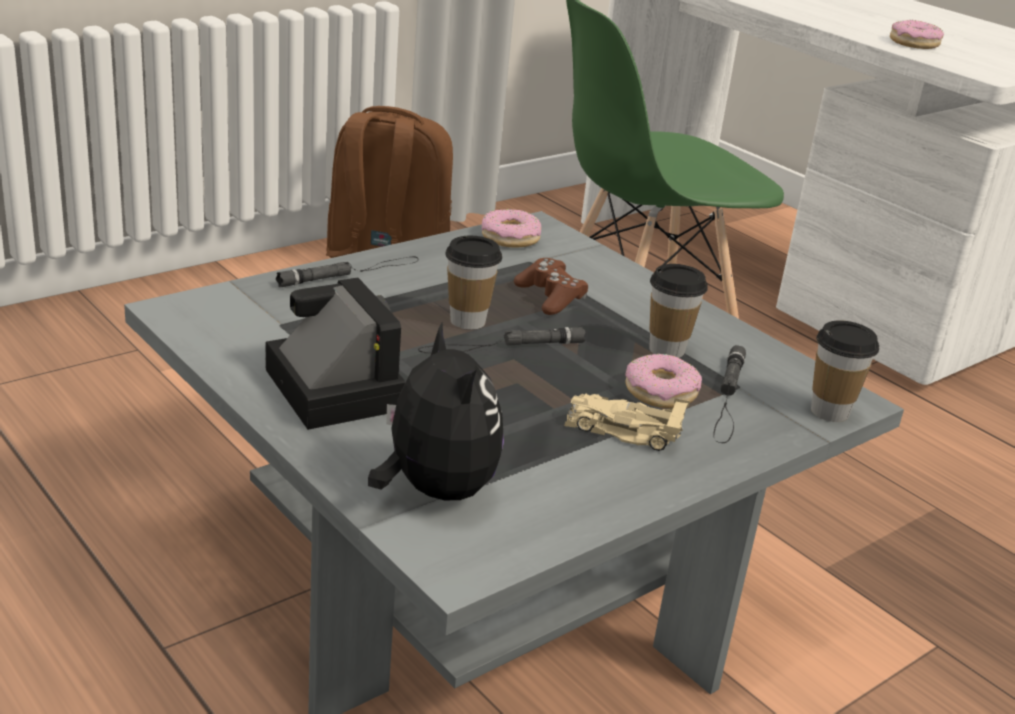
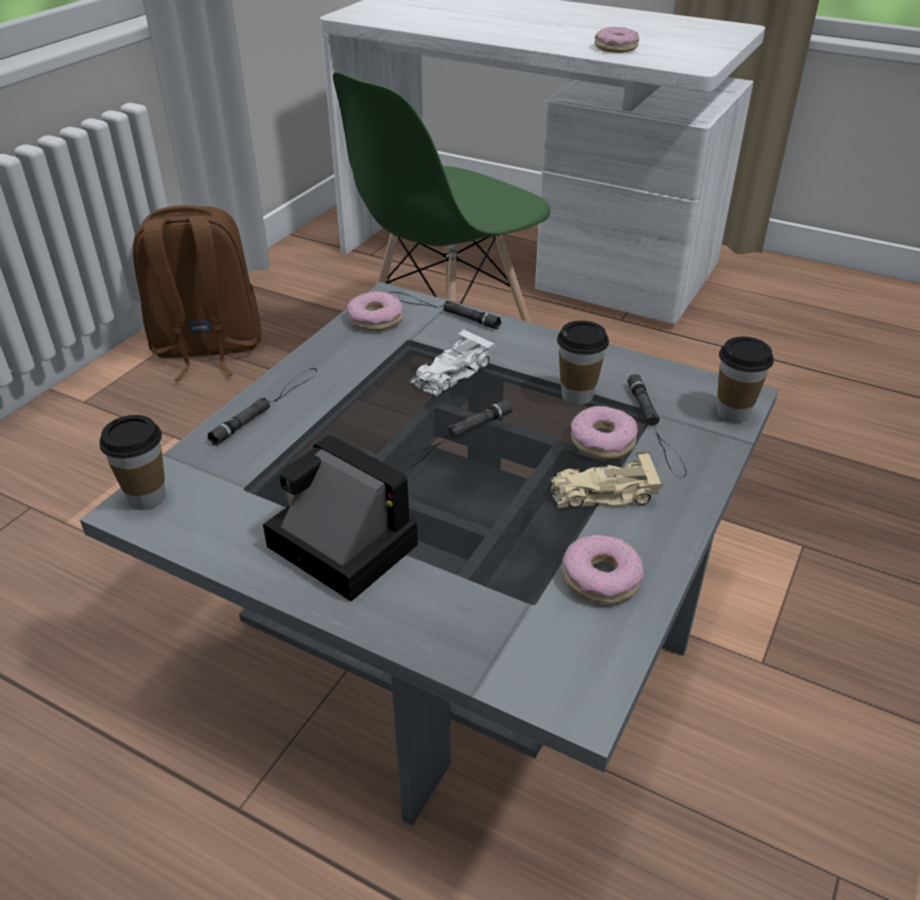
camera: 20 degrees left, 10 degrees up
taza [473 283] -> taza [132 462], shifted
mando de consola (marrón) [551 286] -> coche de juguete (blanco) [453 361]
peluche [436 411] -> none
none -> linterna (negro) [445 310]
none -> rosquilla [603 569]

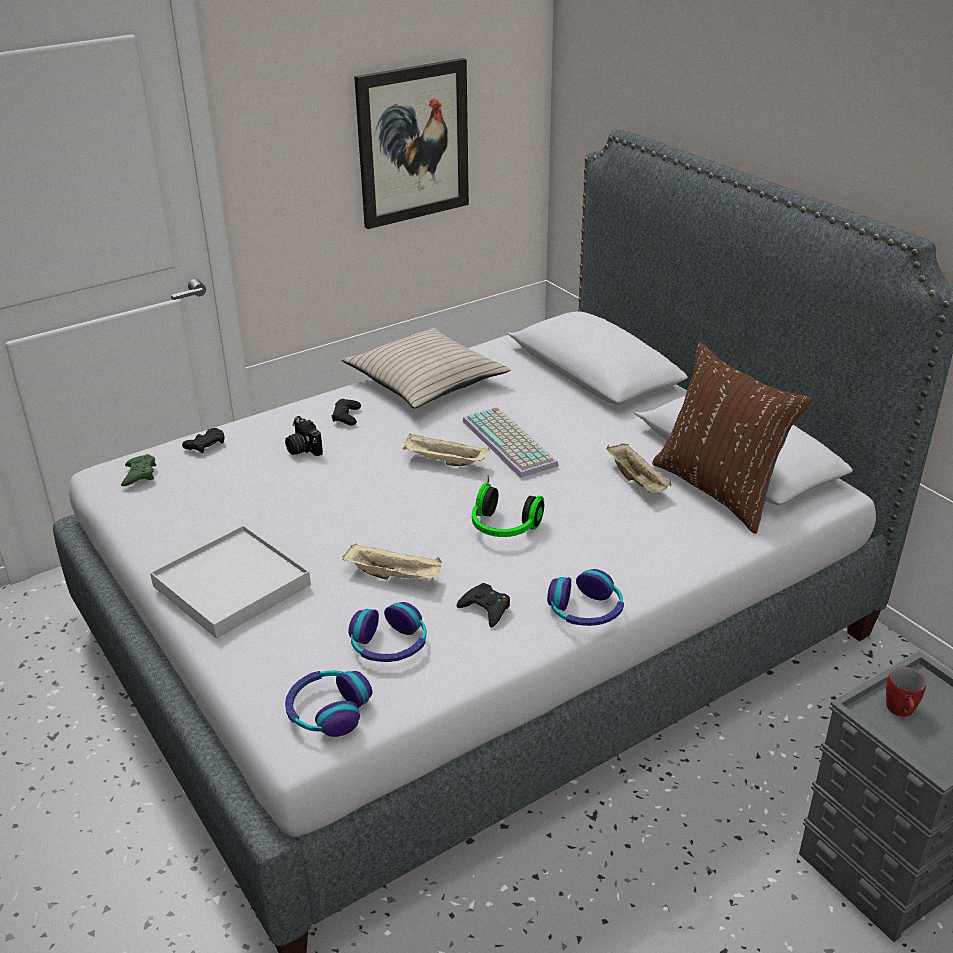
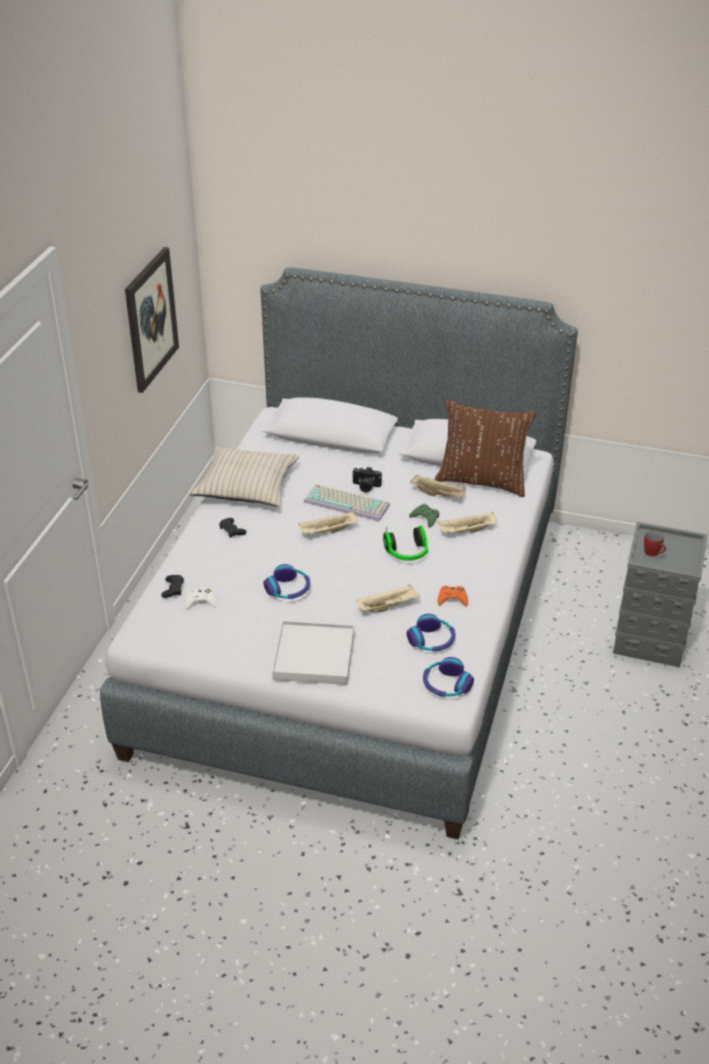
camera: 40 degrees left, 5 degrees up
cámara [304 436] -> cámara [367 479], shifted
mando de consola (verde) [138 470] -> mando de consola (verde) [424 516], shifted
auriculares [585 597] -> auriculares [286 581], shifted
mando de consola (negro) [483 605] -> mando de consola (naranja) [453 596]
none -> bandeja (beis) [468 522]
none -> mando de consola (blanco) [200 599]

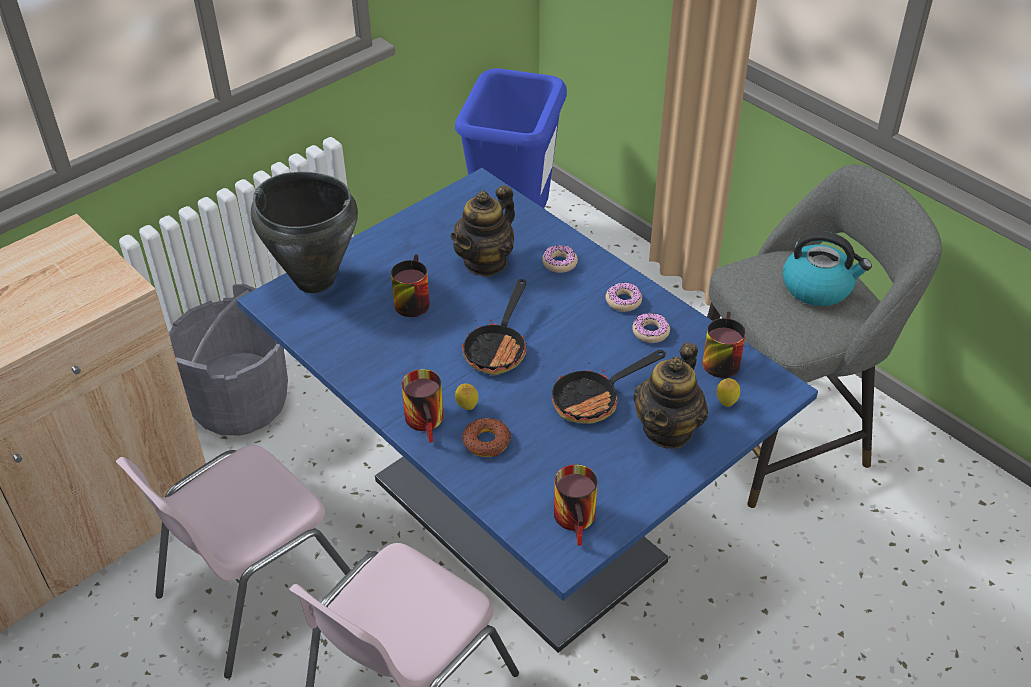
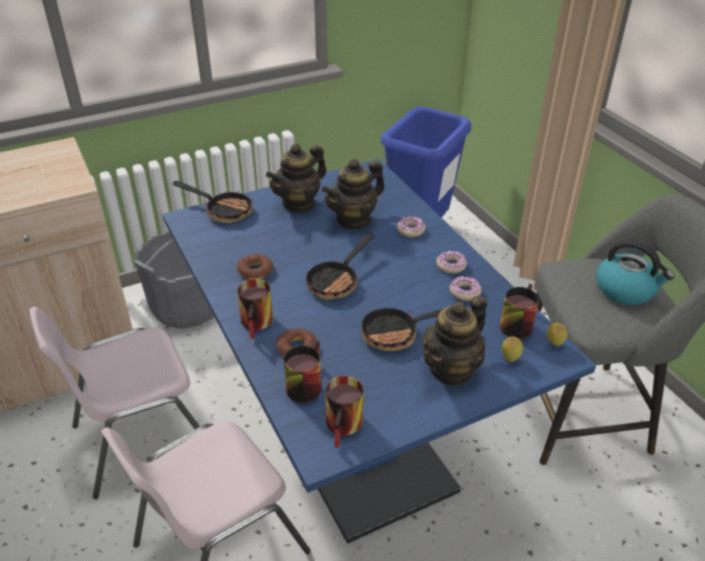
camera: 15 degrees right, 5 degrees down
olla (negro) [304 232] -> sartén [213 202]
taza grande [410 285] -> taza grande [302 371], shifted
limón [466 396] -> limón [557 334], shifted
none -> tetera [296 179]
none -> rosquilla [255 267]

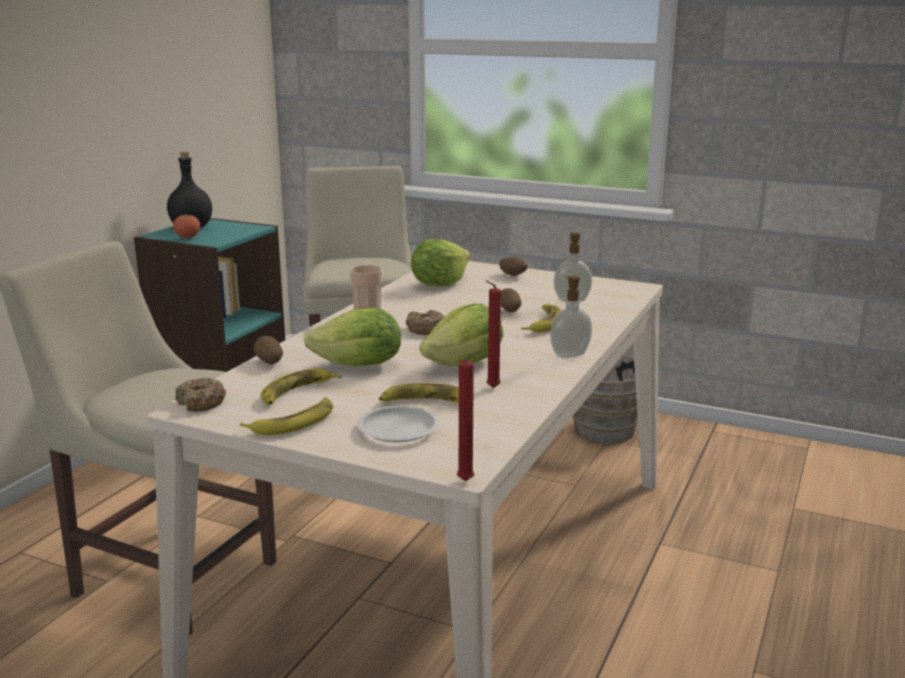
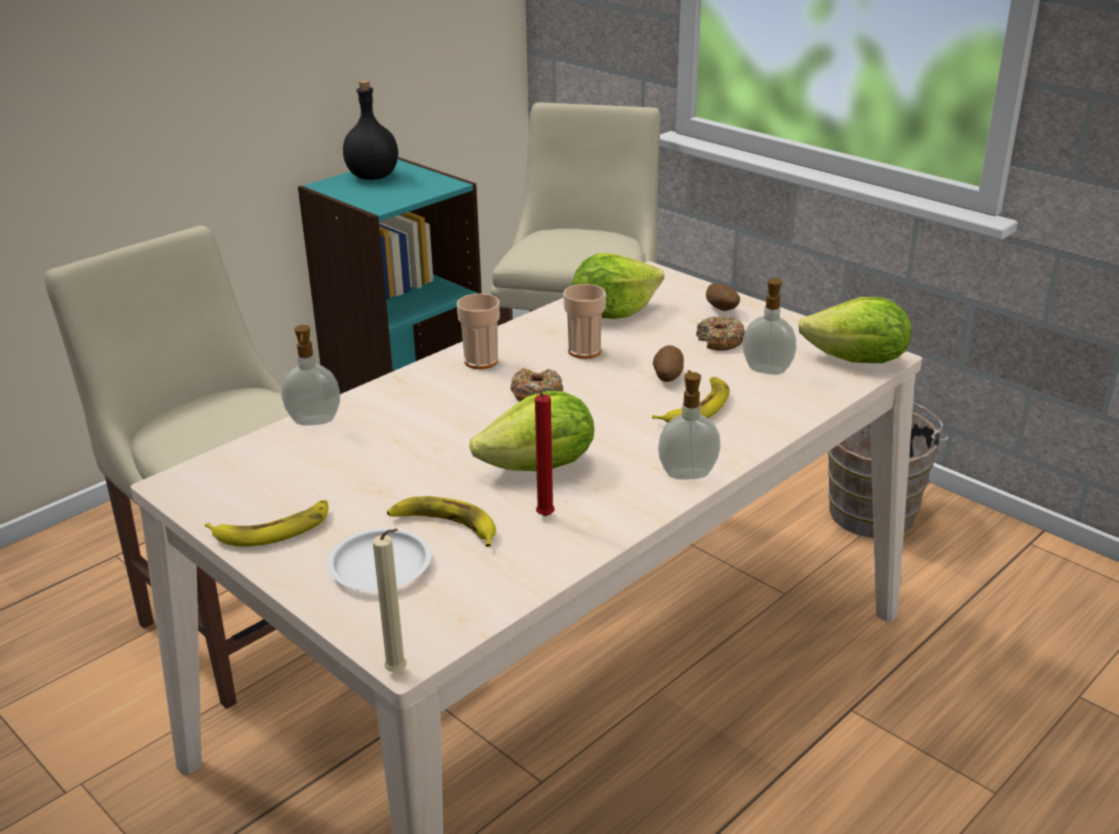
camera: 20 degrees right, 10 degrees up
tomate [186 225] -> none
lechuga [352 337] -> lechuga [855 330], shifted
patata [268 350] -> dispensador de jabón [310 375]
vela (rojo) [469 415] -> vela (beis) [390 600]
plátano [300 387] -> none
rosquilla [200 395] -> rosquilla [720 333], shifted
none -> taza [584 321]

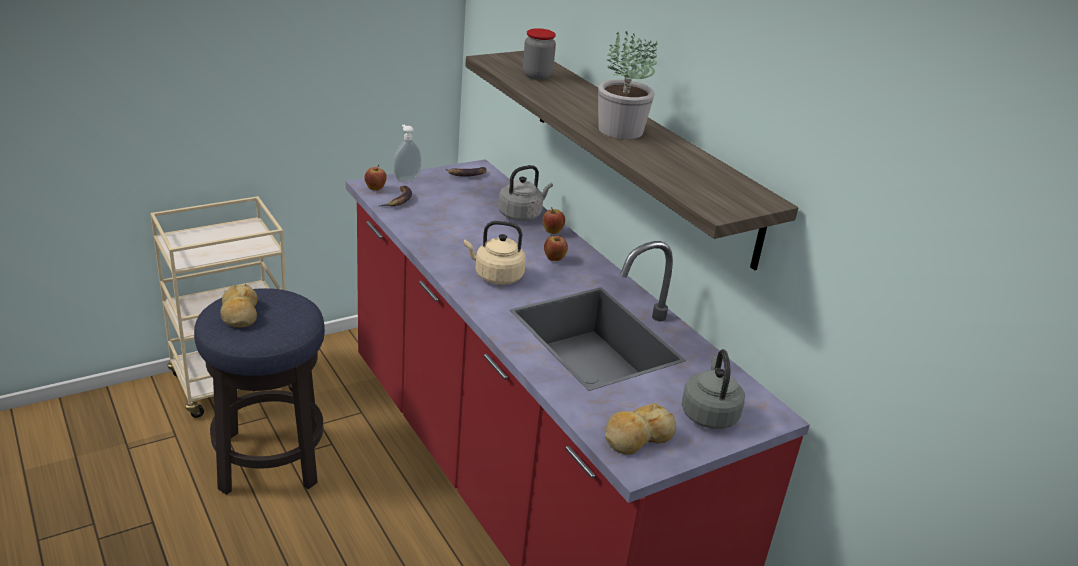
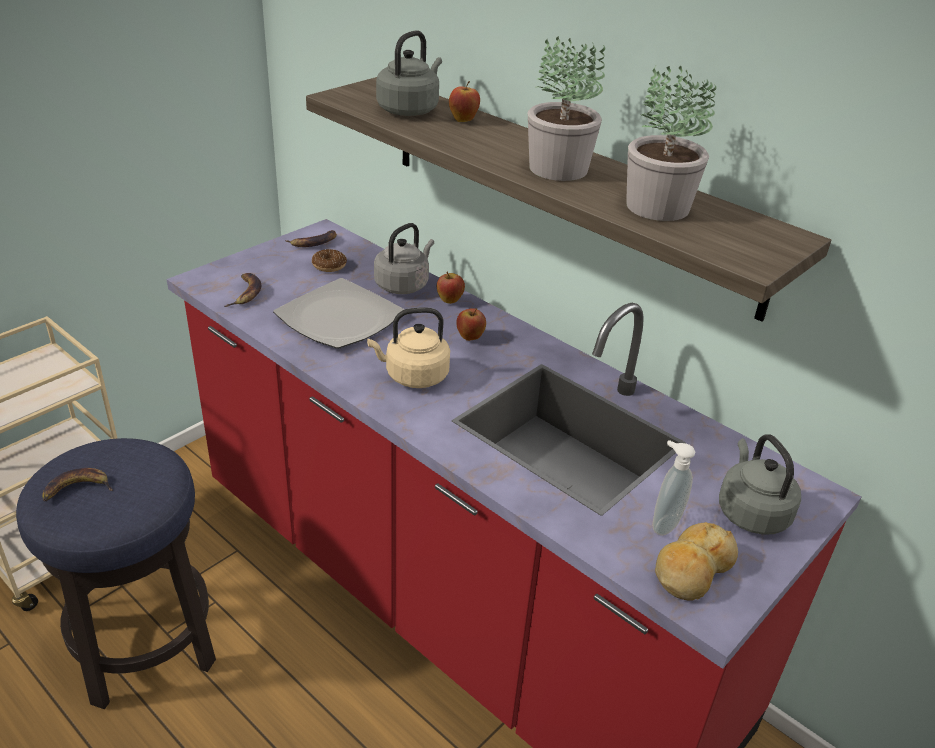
camera: 15 degrees left, 5 degrees up
tarro [539 54] -> hervidor (gris) [409 73]
dispensador de jabón [407 153] -> dispensador de jabón [673 488], shifted
manzana [375 178] -> manzana [464 101], shifted
pan [238 306] -> plátano [77 484]
none -> planta en maceta [671 143]
none -> rosquilla [329 260]
none -> plato [339 313]

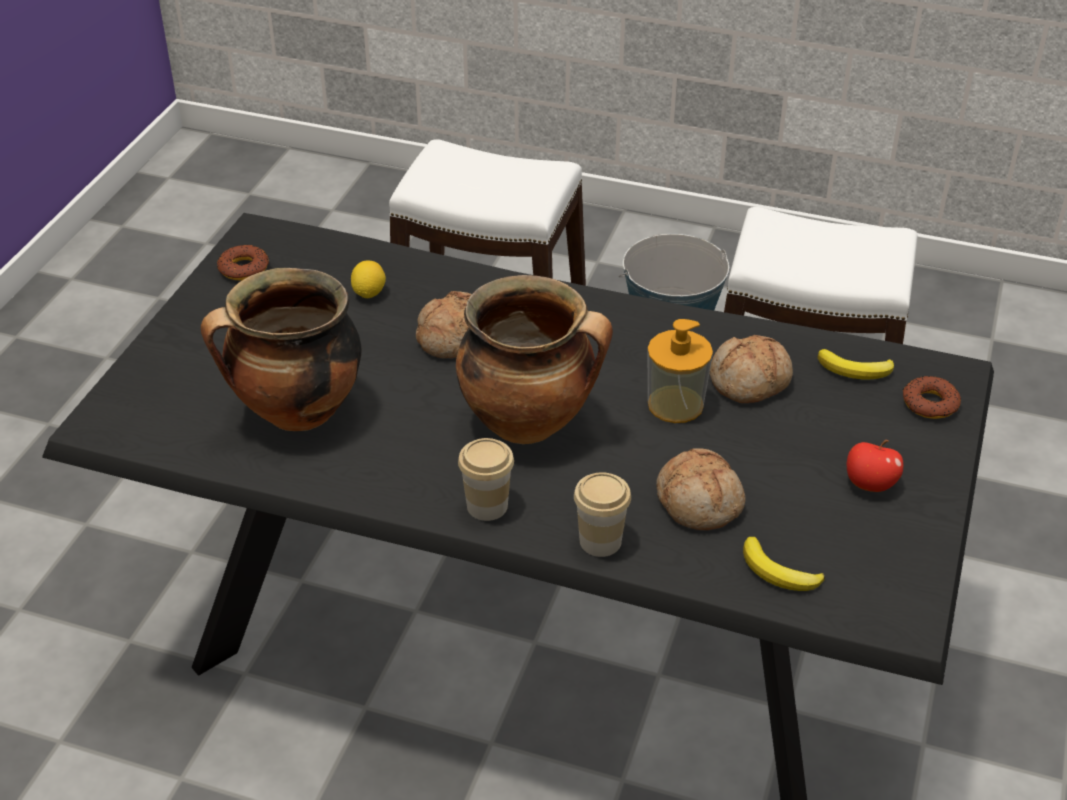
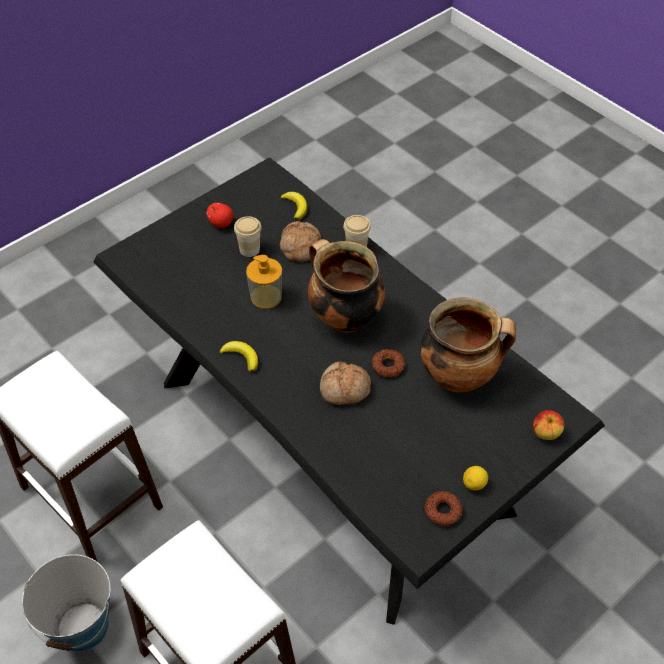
camera: 150 degrees left, 10 degrees up
limón [368 279] -> limón [475 478], shifted
pan [751 369] -> none
plátano [855 364] -> plátano [239 356], shifted
rosquilla [932 397] -> rosquilla [388 363], shifted
taza [486 479] -> taza [248 236], shifted
none -> manzana [548 425]

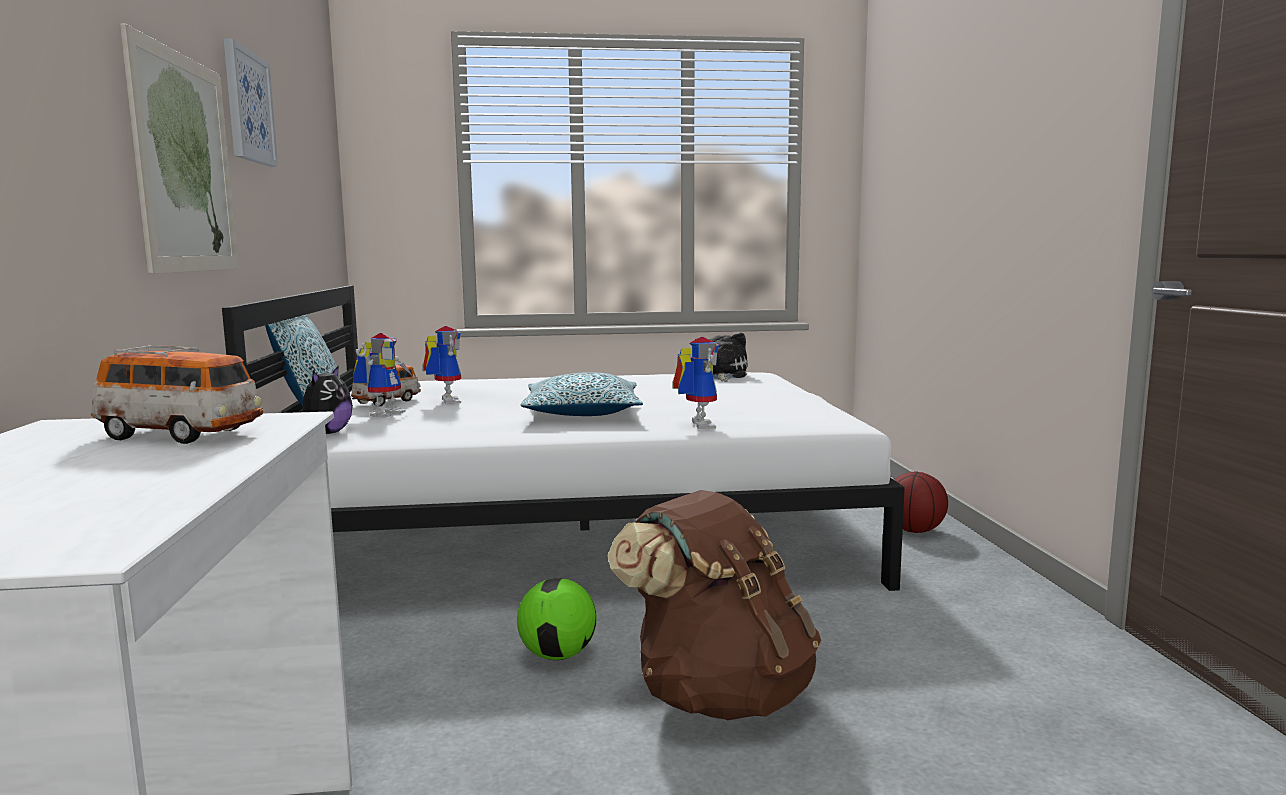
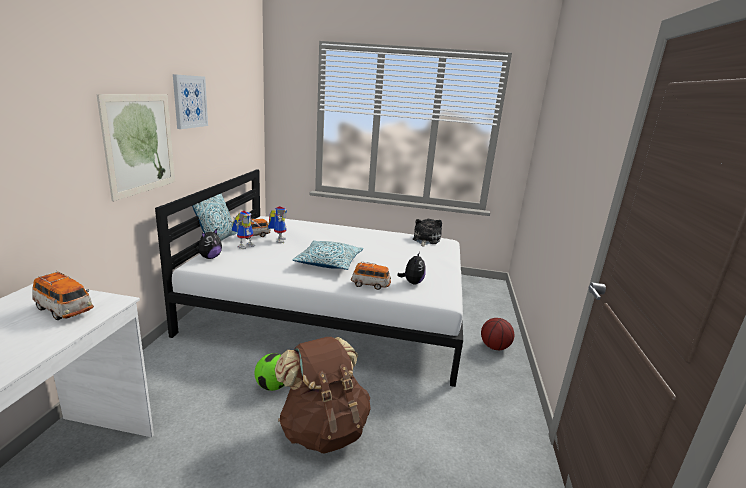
camera: 15 degrees right, 10 degrees up
robot de juguete [695 383] -> coche de juguete [371 276]
none -> peluche [411 268]

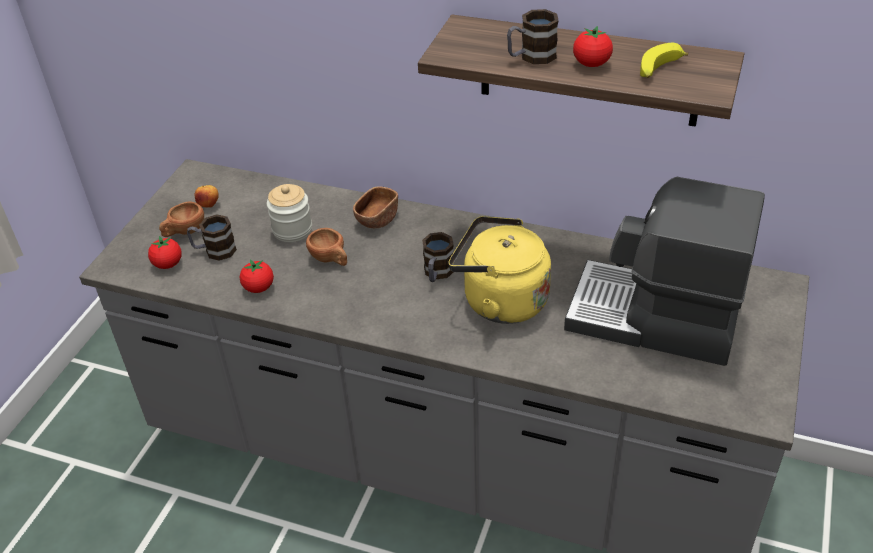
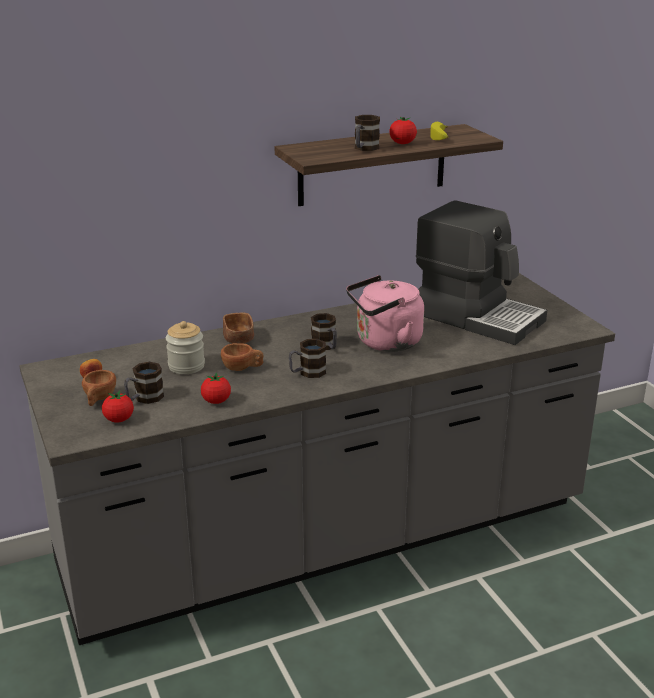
camera: 45 degrees left, 15 degrees down
cafetera [664 271] -> cafetera [481 272], 120 degrees counterclockwise
hervidor (amarillo) [499 270] -> hervidor (rosa) [385 313]
none -> taza grande [307 358]

